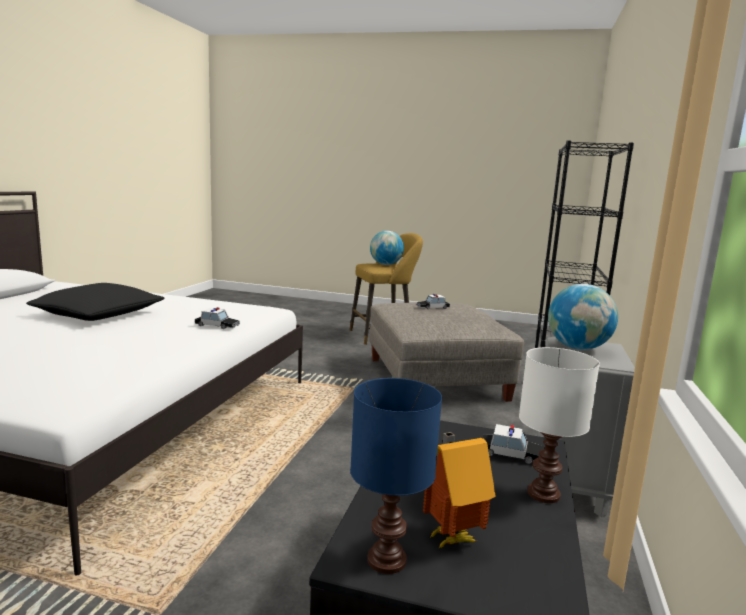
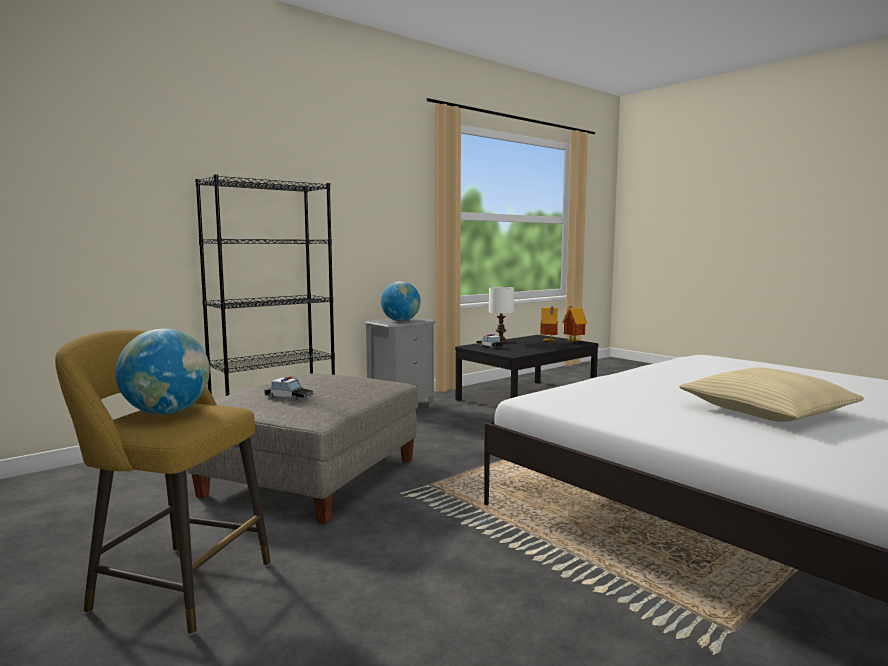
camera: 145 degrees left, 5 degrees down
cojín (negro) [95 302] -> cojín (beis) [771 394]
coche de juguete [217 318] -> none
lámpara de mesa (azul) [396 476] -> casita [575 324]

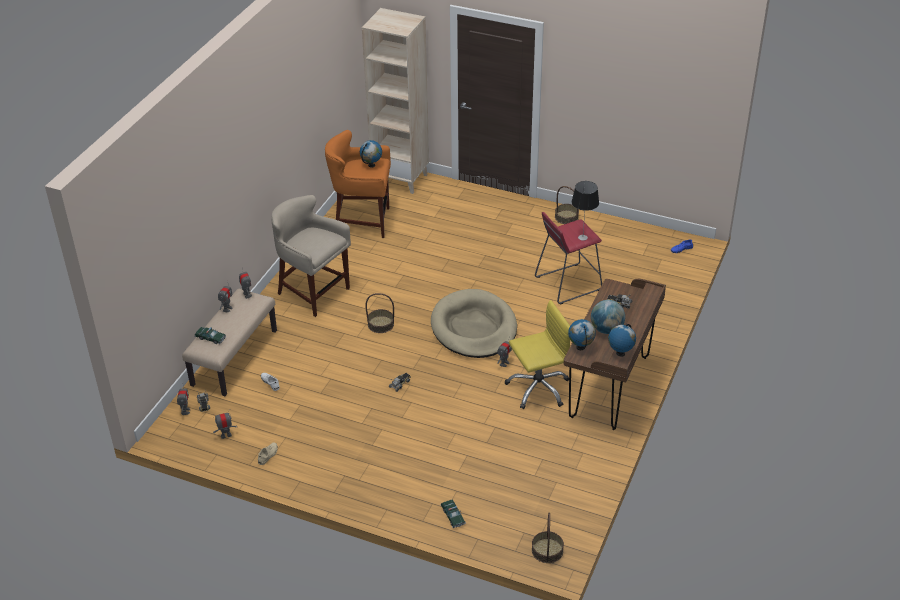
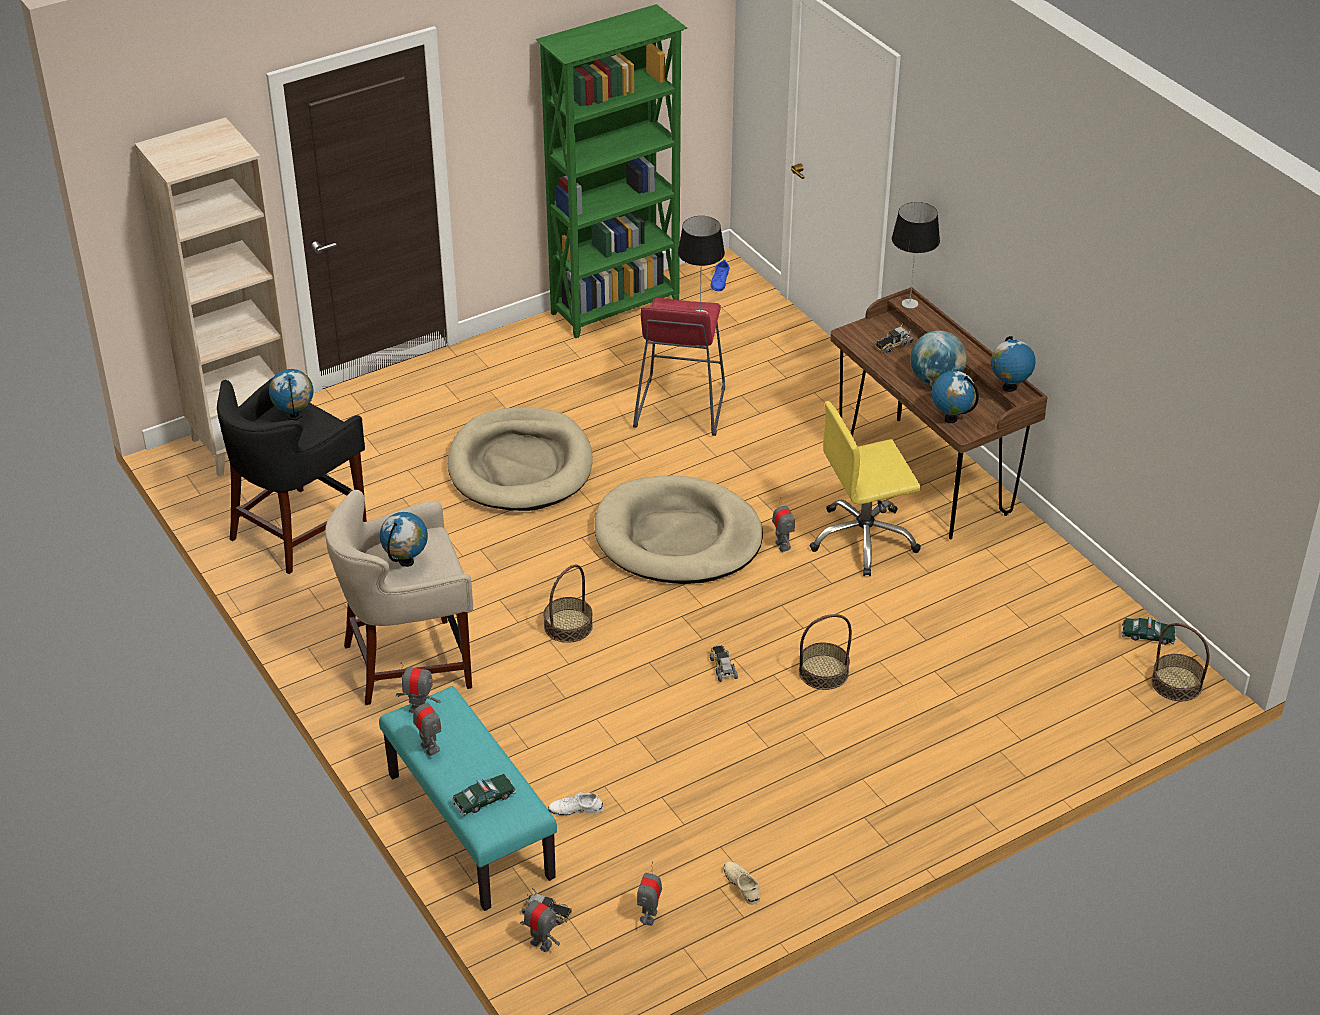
camera: 55 degrees left, 0 degrees up
taburete (naranja) [358 184] -> taburete (negro) [292 476]
cesta [567 205] -> cesta [825 652], shifted
banco (beis) [229 342] -> banco (turquesa) [468 798]
silla de oficina (amarillo) [537 354] -> silla de oficina (amarillo) [865 488], 120 degrees counterclockwise
coche de juguete [453 513] -> coche de juguete [1149 631], shifted
none -> estantería (verde) [611 171]
none -> lámpara de mesa [916 255]
none -> cama para perro (beis) [520 459]
none -> globo terráqueo [404 539]

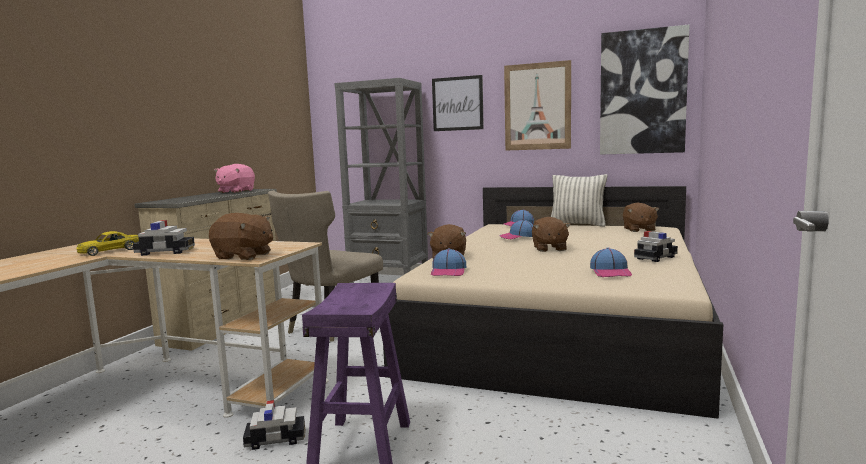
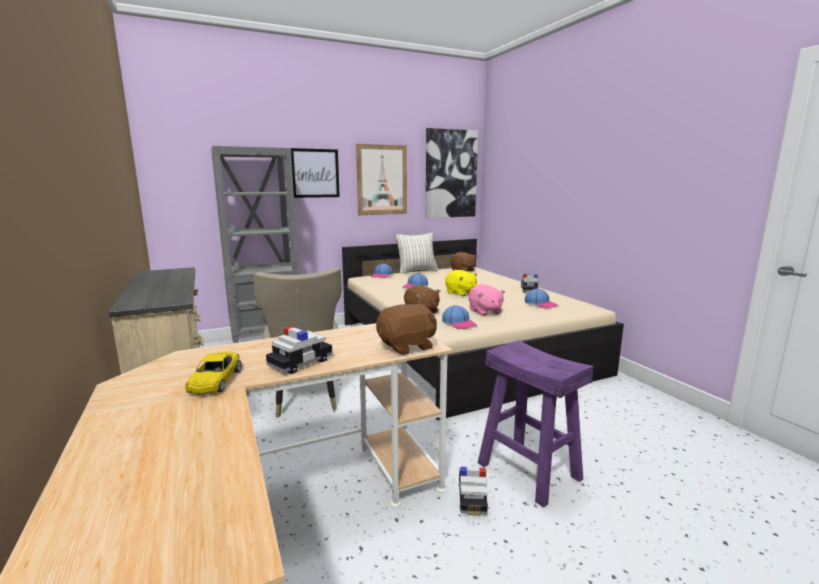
camera: 45 degrees left, 5 degrees up
peluche (rosa) [234 178] -> peluche (rosa) [486 300], shifted
peluche (marrón) [551 234] -> peluche (amarillo) [461 283]
coche de juguete [274 425] -> coche de juguete [473 491], 150 degrees clockwise

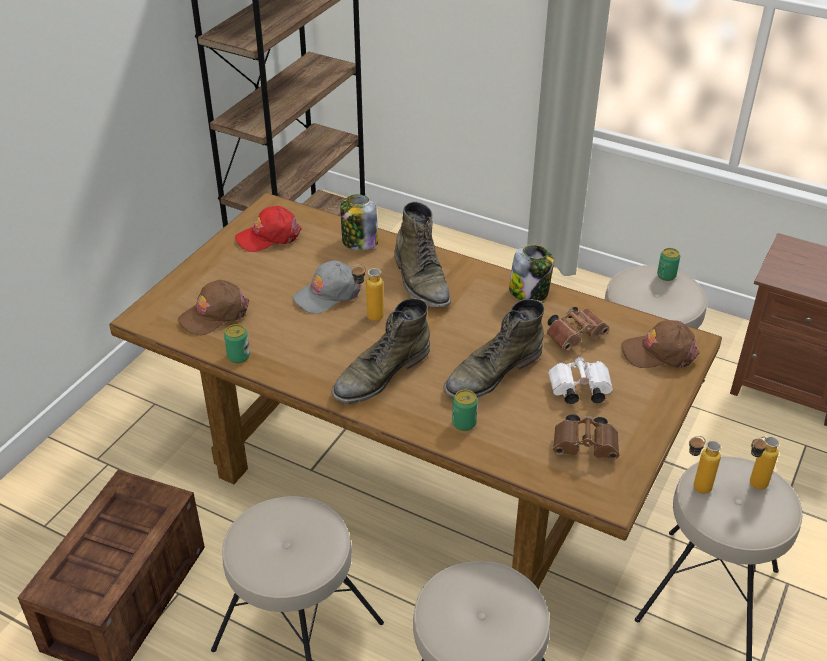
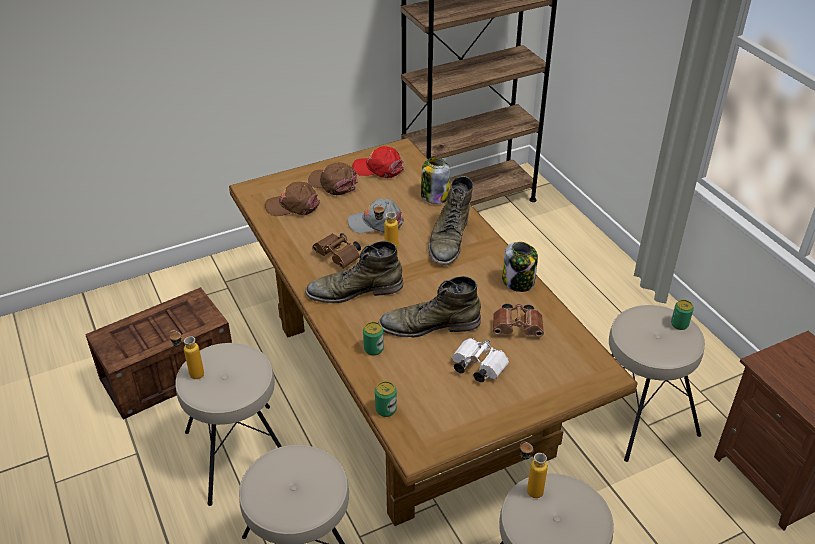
camera: 35 degrees right, 0 degrees up
gorra (marrón) [660 344] -> gorra (marrón) [332 179], shifted
lata [237 343] -> lata [386 399], shifted
prismáticos (marrón) [586 437] -> prismáticos (marrón) [336 251], shifted
botella [764 463] -> botella [186 355], shifted

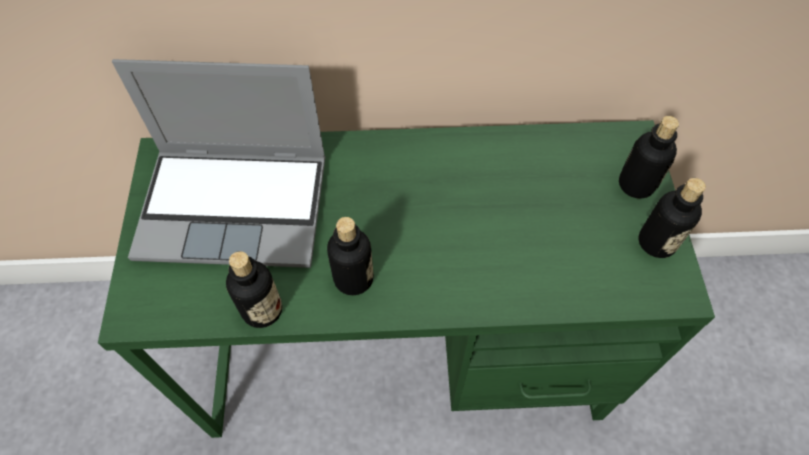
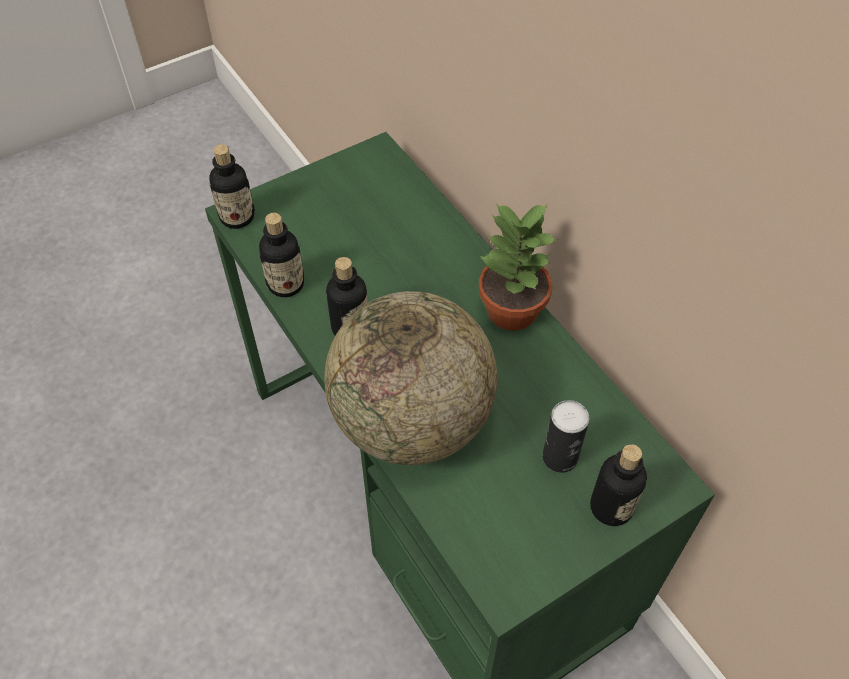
camera: 60 degrees right, 5 degrees down
portátil [218 163] -> none
botella [672 218] -> botella [232 186], shifted
none -> planta en maceta [519 267]
none -> globo terráqueo [410 378]
none -> lata [565 436]

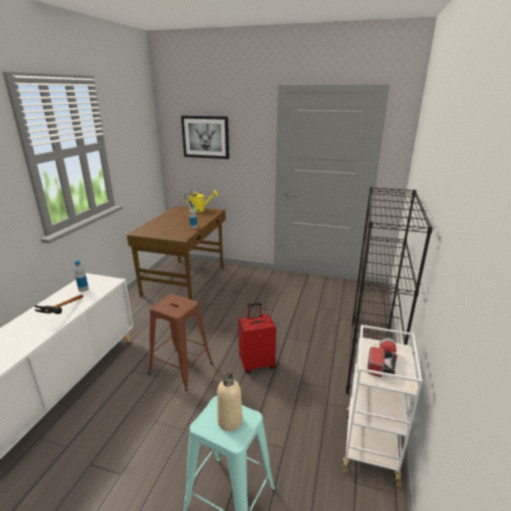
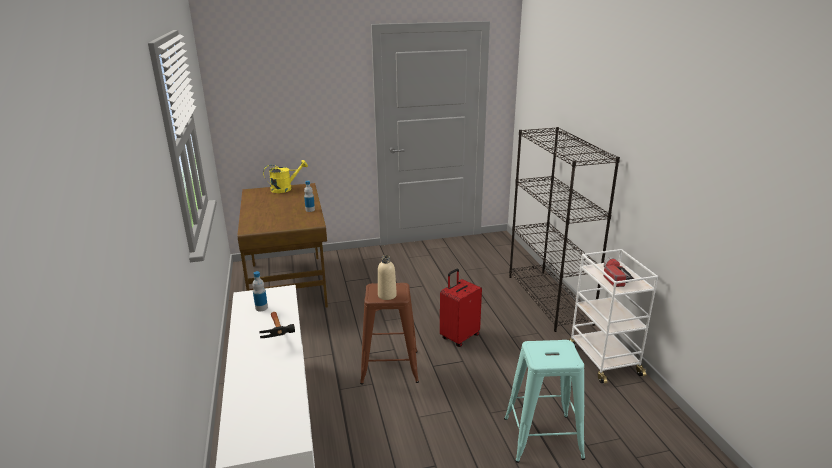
camera: 30 degrees left, 0 degrees up
cuadro [205 137] -> none
botella (beis) [230 402] -> botella (beis) [387 277], shifted

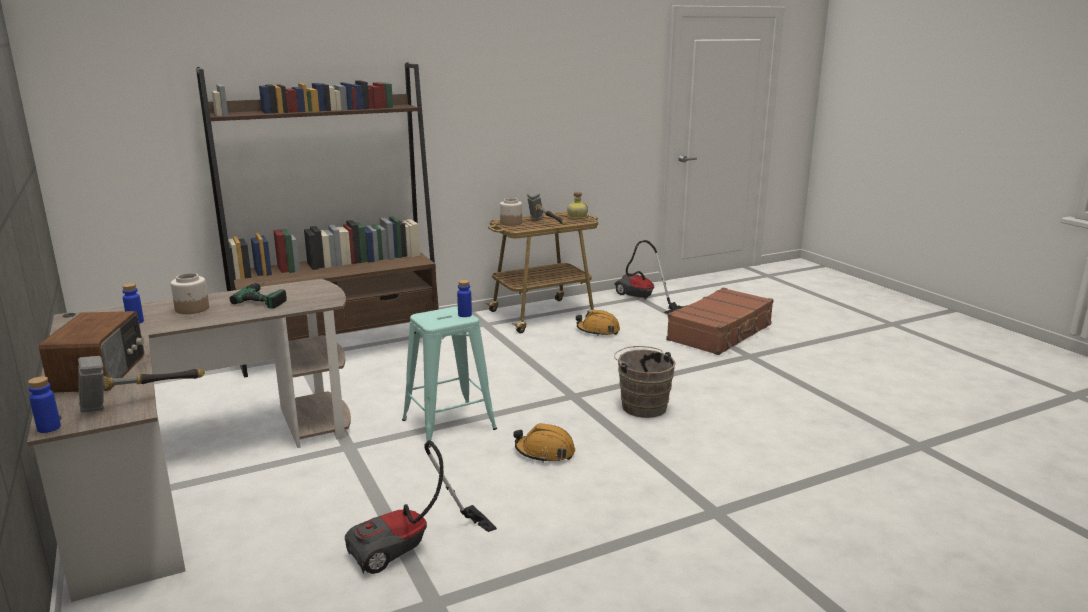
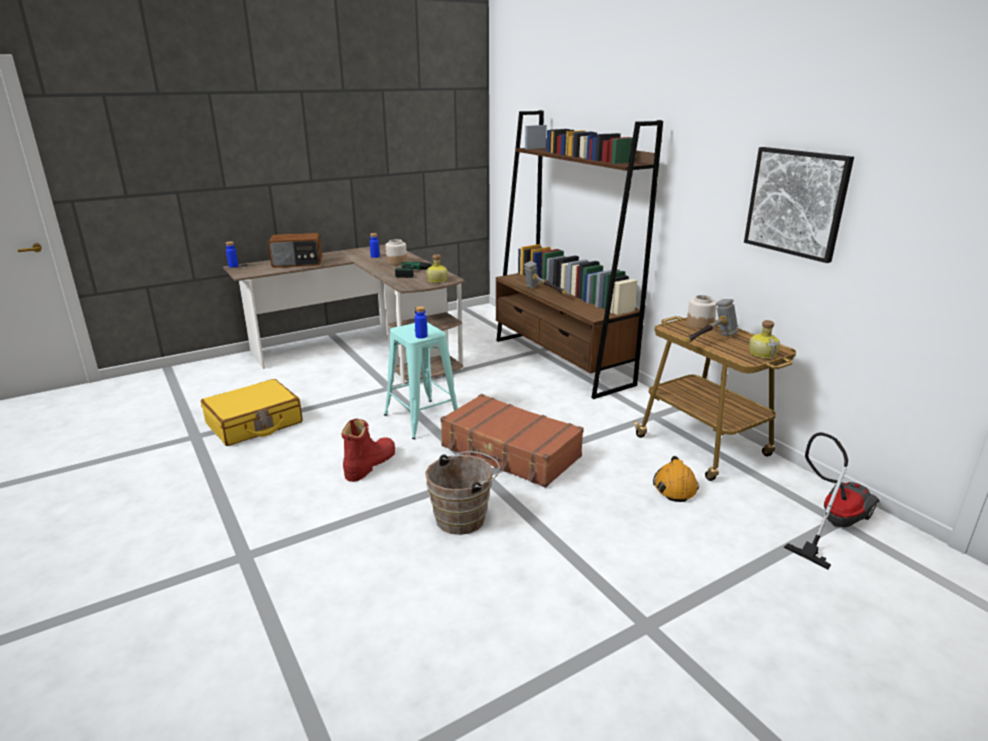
camera: 85 degrees right, 5 degrees up
maleta (marrón) [720 321] -> maleta (marrón) [512 441], shifted
martillo [141 384] -> martillo [545 278], shifted
casco (naranja) [544 443] -> bota (rojo) [368 450]
aspiradora [421 507] -> maleta (amarillo) [251 412]
none -> cuadro [799 205]
none -> botella [437 268]

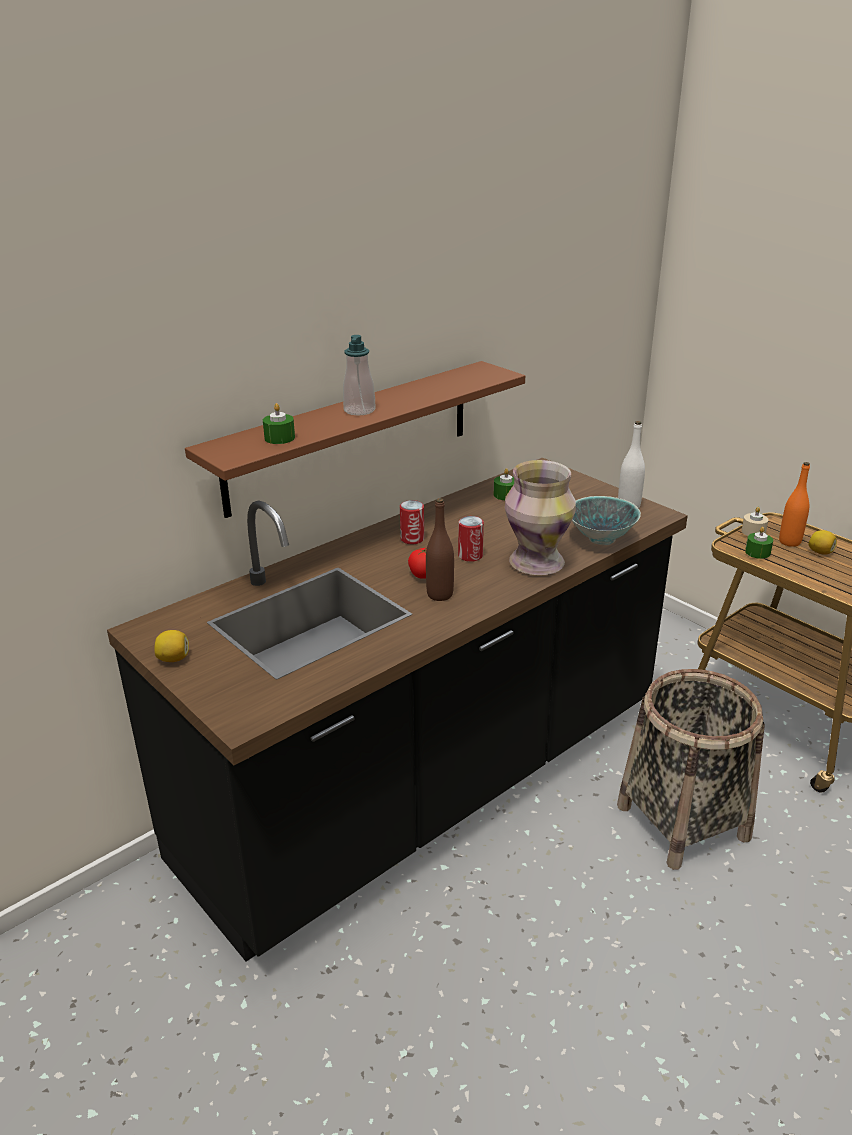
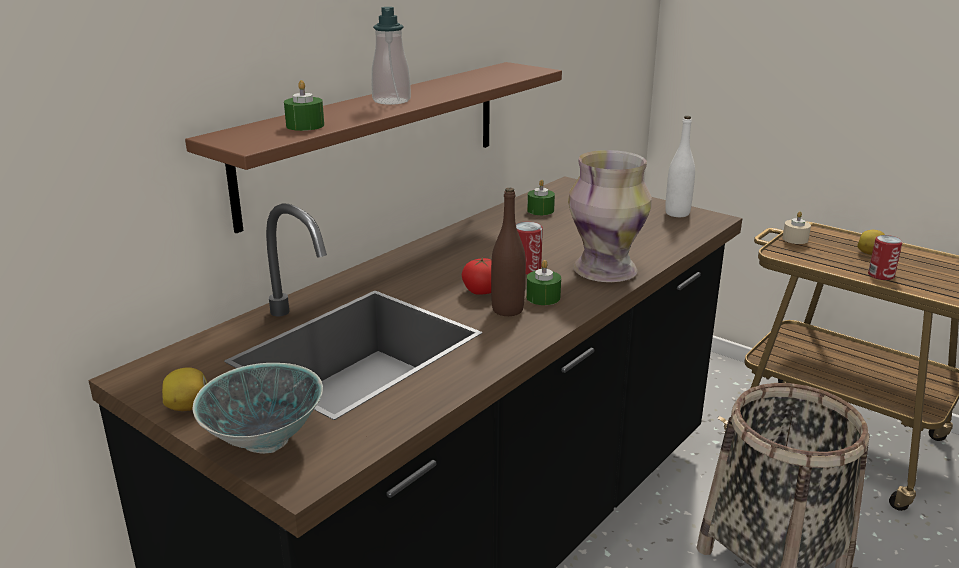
camera: 10 degrees left, 5 degrees down
botella (naranja) [794 504] -> none
cuenco [606 520] -> cuenco [258 408], shifted
lata [412 522] -> lata [885 257], shifted
vela (verde) [759 543] -> vela (verde) [543 282], shifted

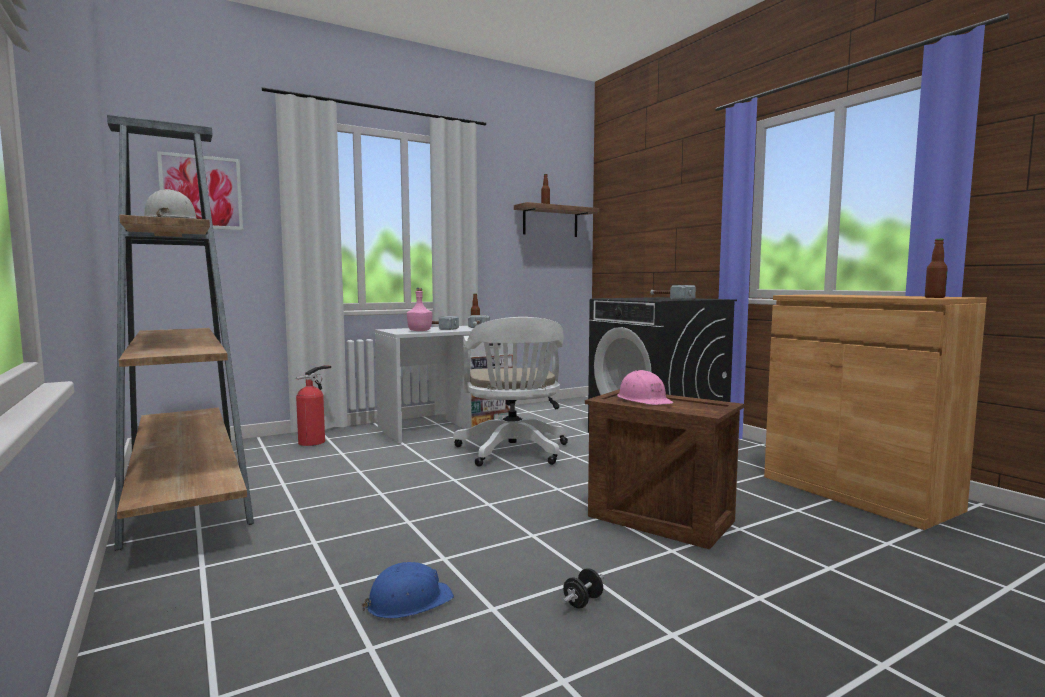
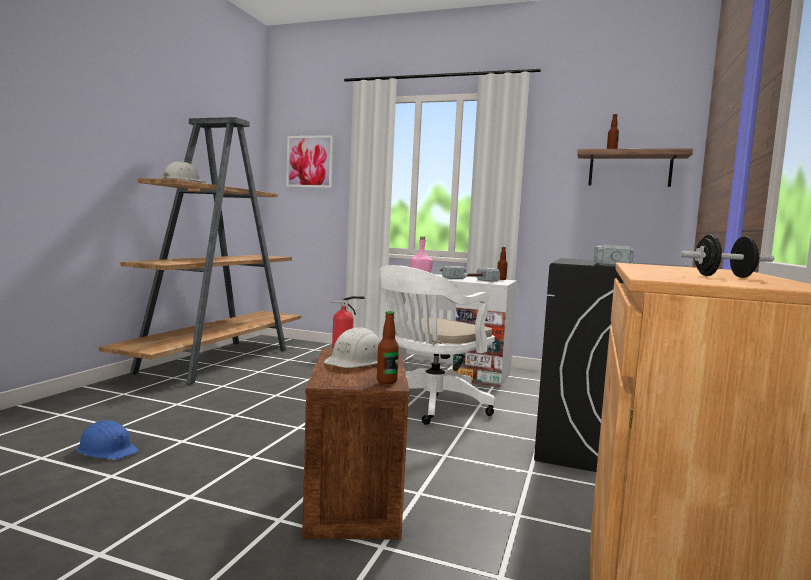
camera: 50 degrees right, 0 degrees up
botella [936 268] -> botella [388 347], shifted
casco (rosa) [645 387] -> casco (blanco) [352 347]
mancuerna (negro) [583 588] -> mancuerna (negro) [726 256], shifted

